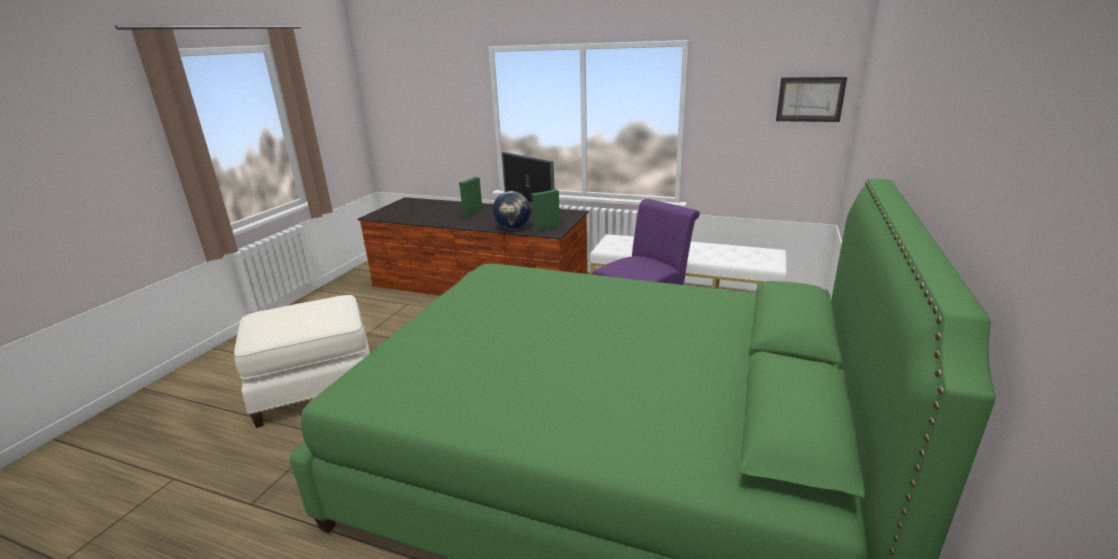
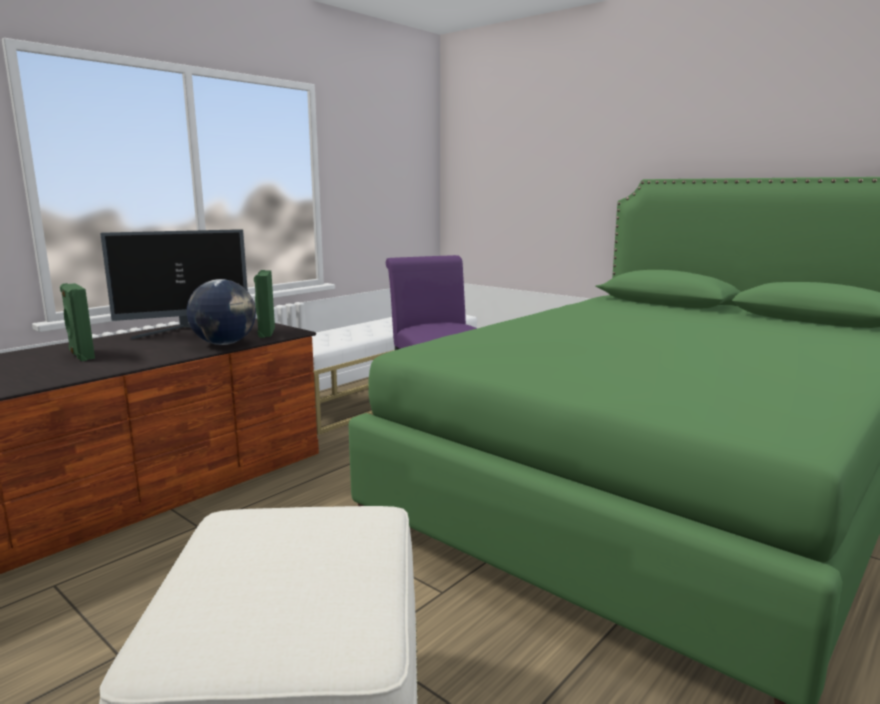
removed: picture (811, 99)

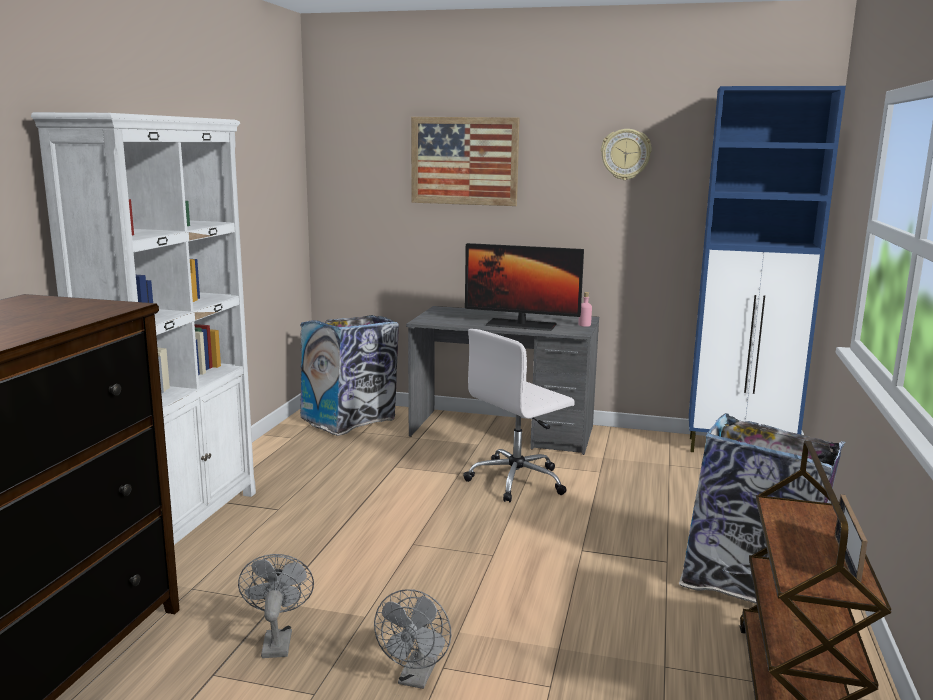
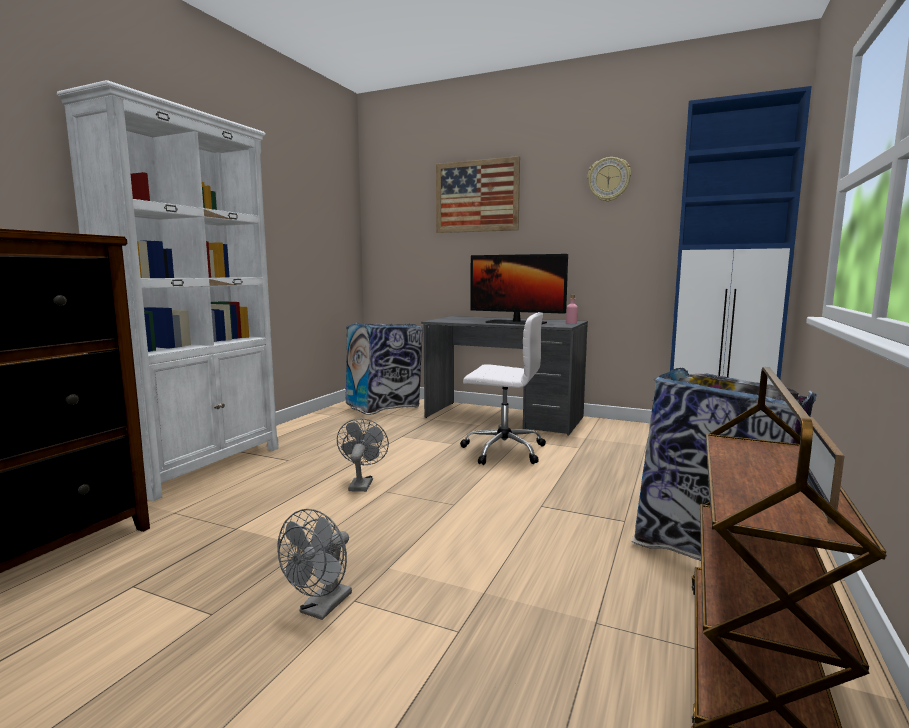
moved: electric fan/gray (276, 606) to (363, 455)
turned: office chair/white-coloured (519, 415) = (503, 388) 135 degrees counterclockwise

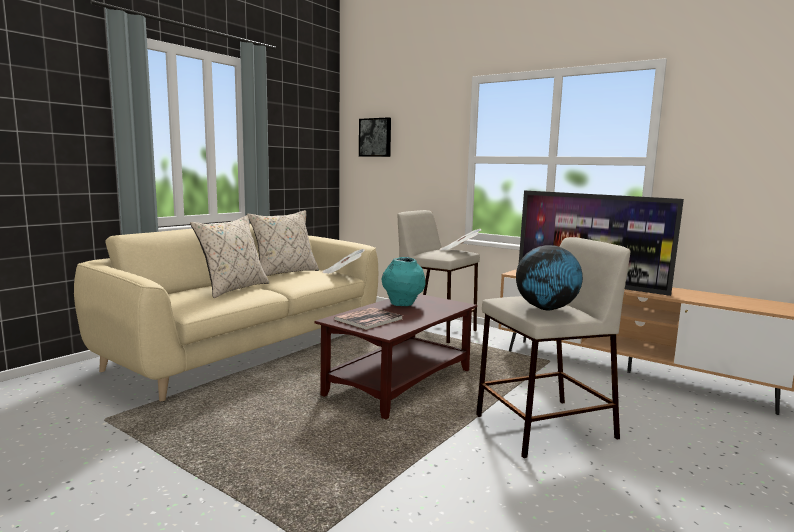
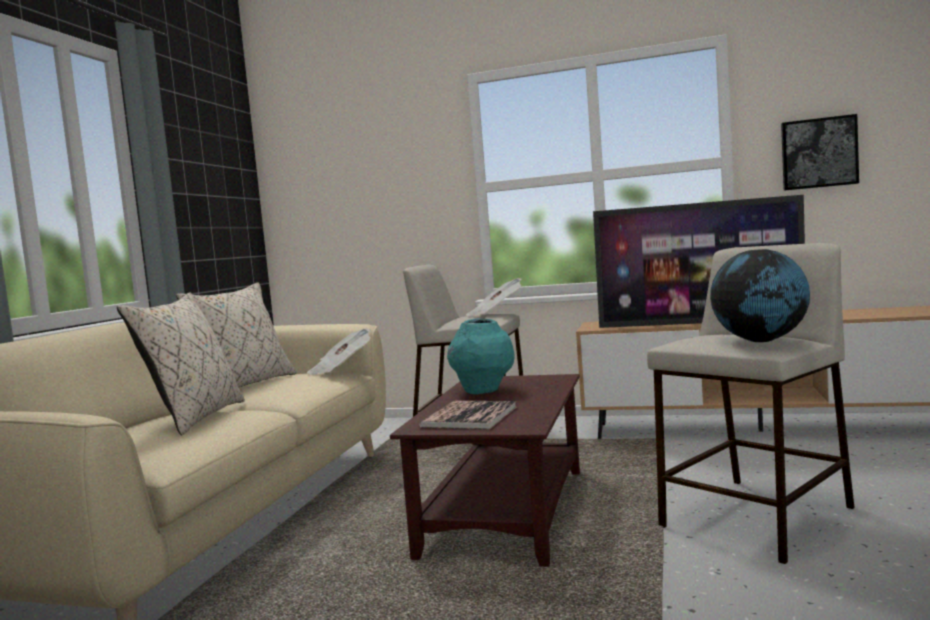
moved: picture (375, 137) to (820, 152)

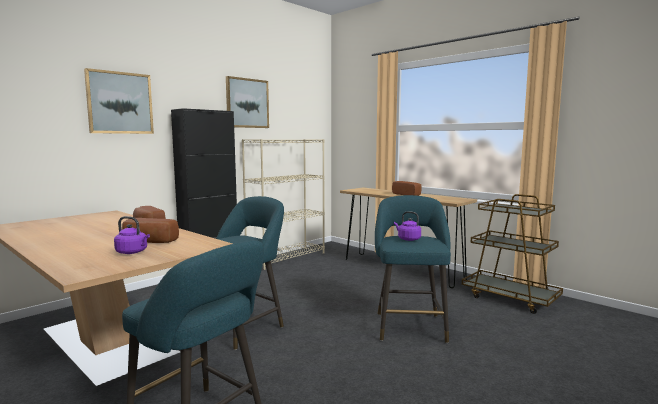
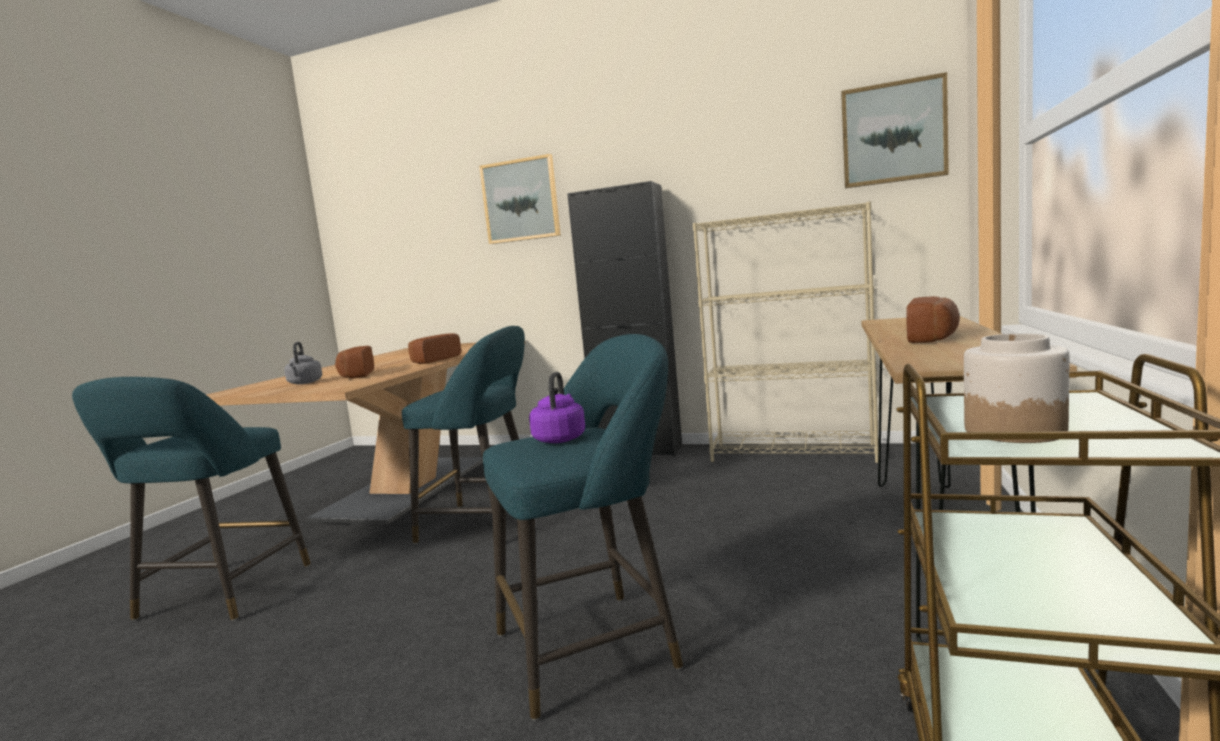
added: storage jar (1016, 388)
moved: picture (247, 102) to (895, 130)
recoloured: kettle/purplish (132, 235) to kettle/gray (303, 363)

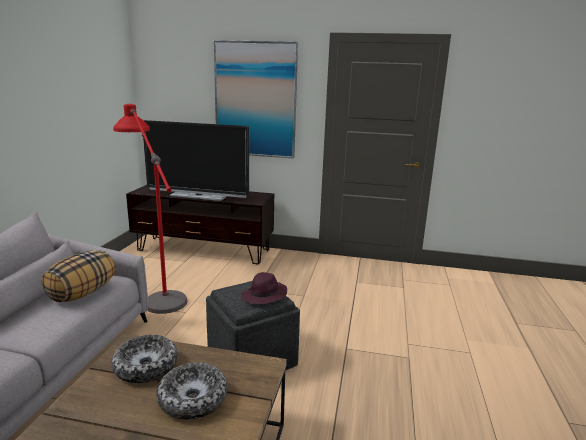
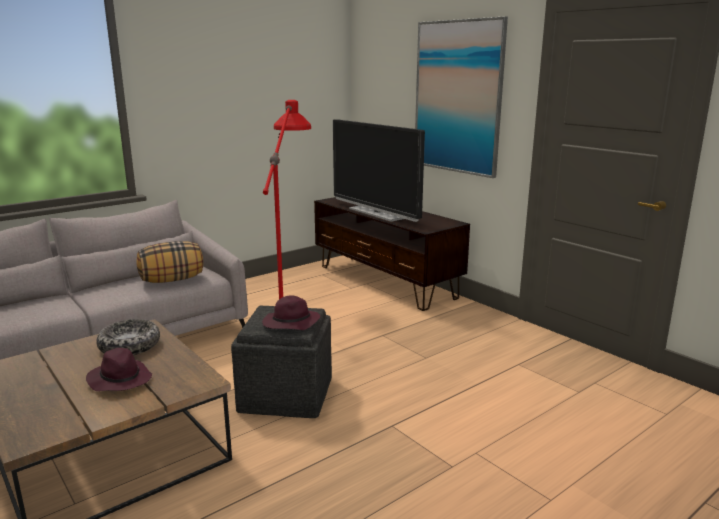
replaced: serving bowl (192, 391) to wearable hat/purplish (119, 369)

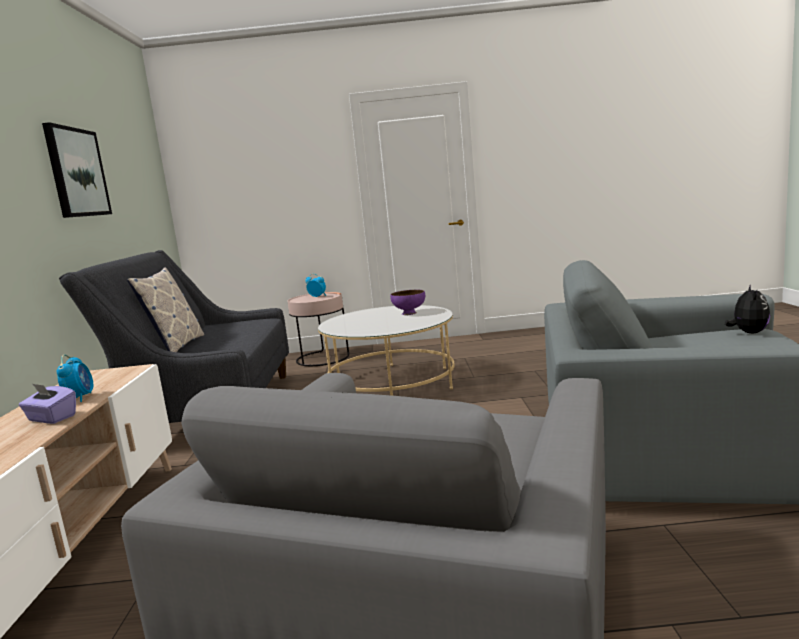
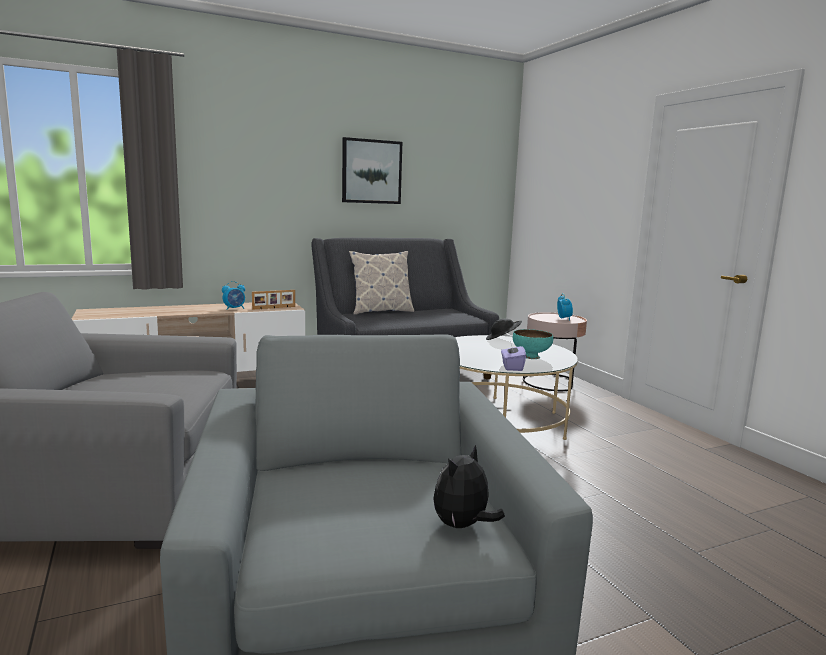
added: photo frame (273, 300); wearable hat/blackish (504, 329)
moved: tissue box/purplish (47, 404) to (513, 356)
recoloured: serving bowl/purplish (407, 302) to serving bowl/turquoise-coloured (533, 344)
turned: soft toy (747, 308) = (469, 486) 135 degrees clockwise

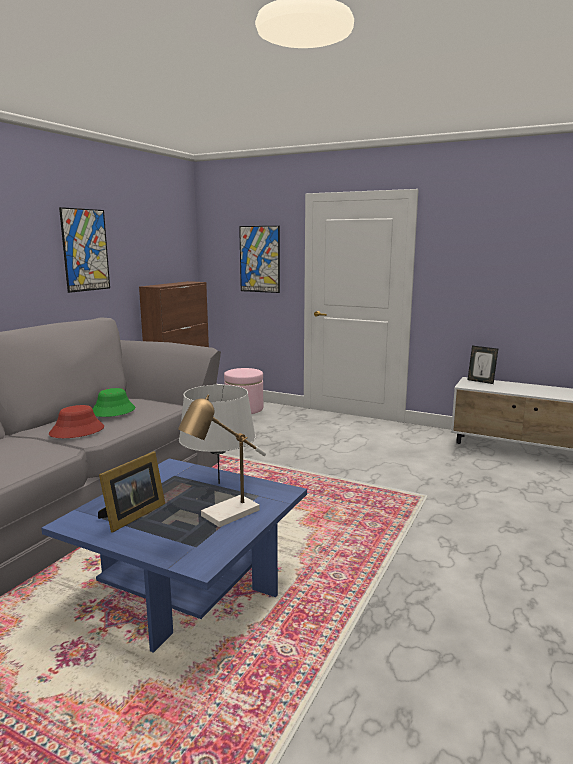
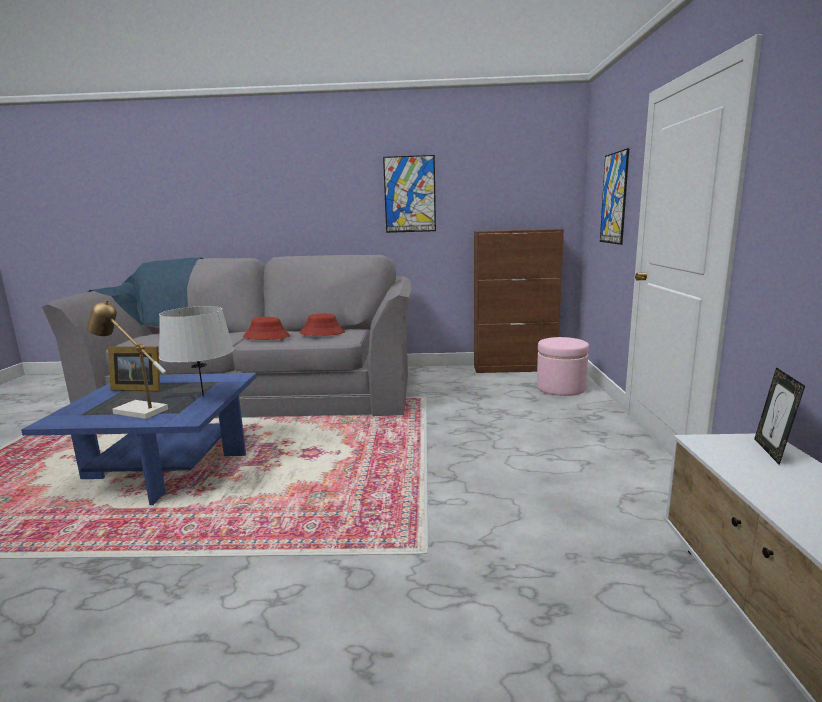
recoloured: wearable hat/green-coloured (114, 402) to wearable hat/red-coloured (322, 325)

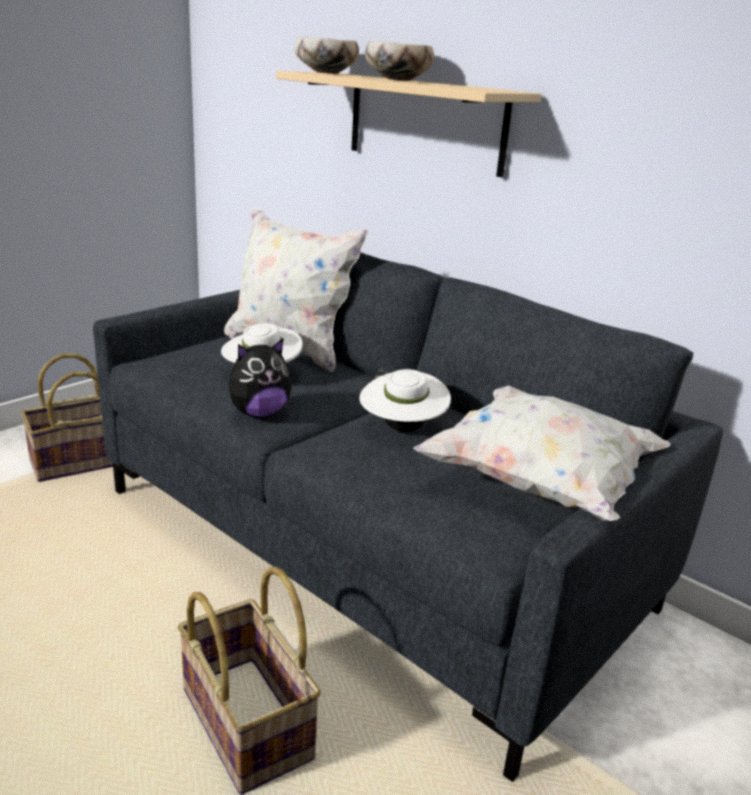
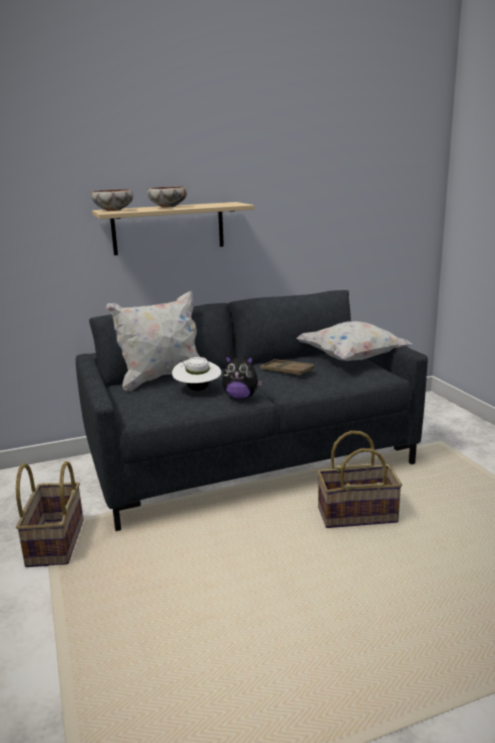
replaced: wearable hat/white-coloured (405, 400) to carrying tray/brownish (287, 367)
turned: soft toy (260, 378) = (242, 377) 105 degrees clockwise

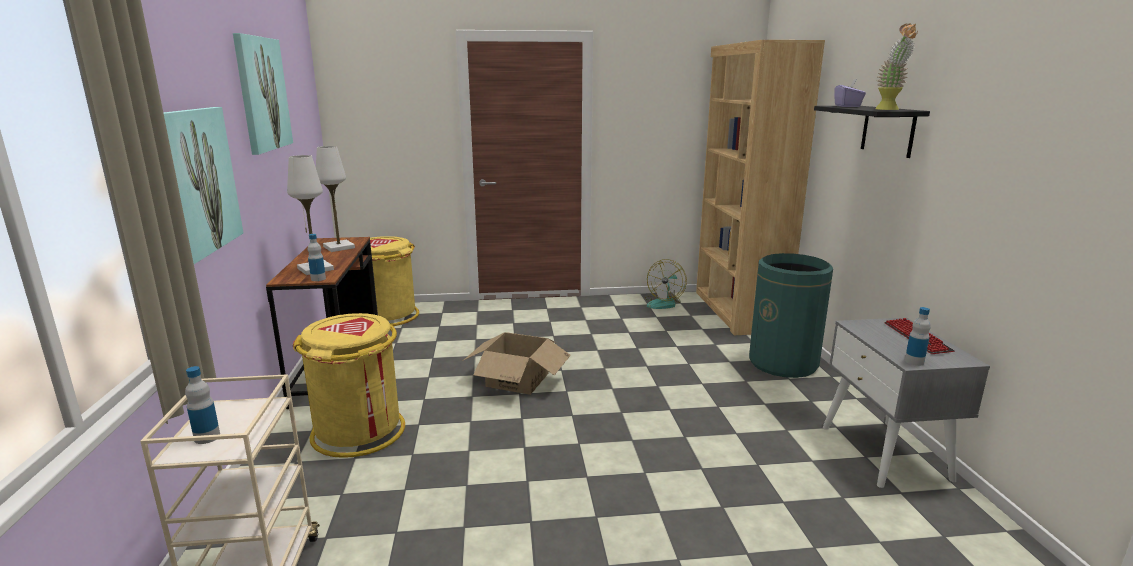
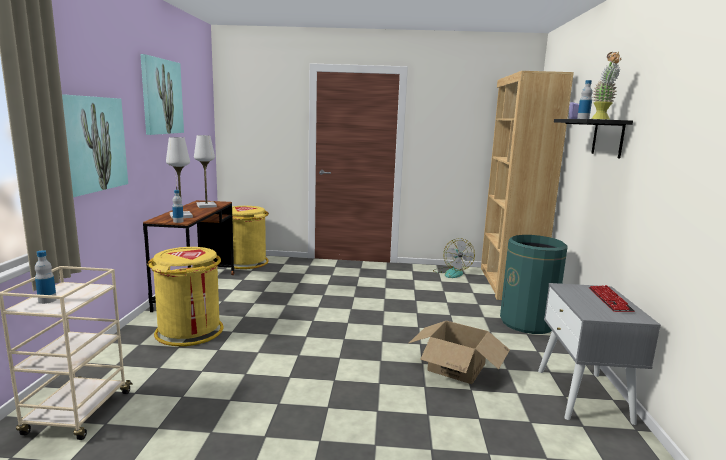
moved: packing box (517, 363) to (459, 352); beverage bottle (918, 336) to (585, 99)
turned: electric fan (666, 284) = (454, 258) 45 degrees counterclockwise

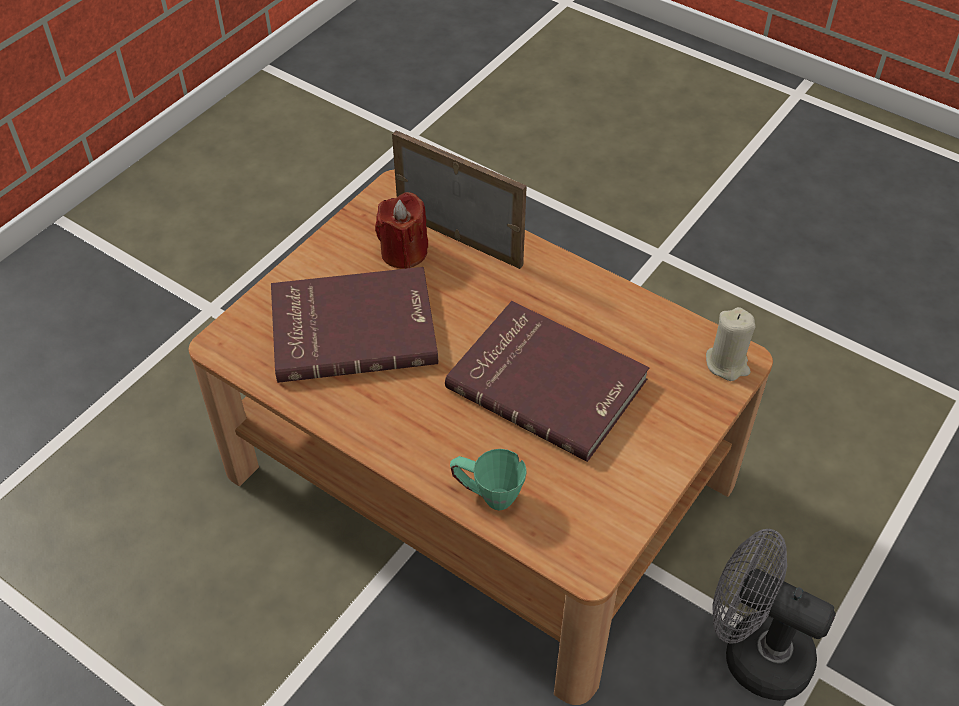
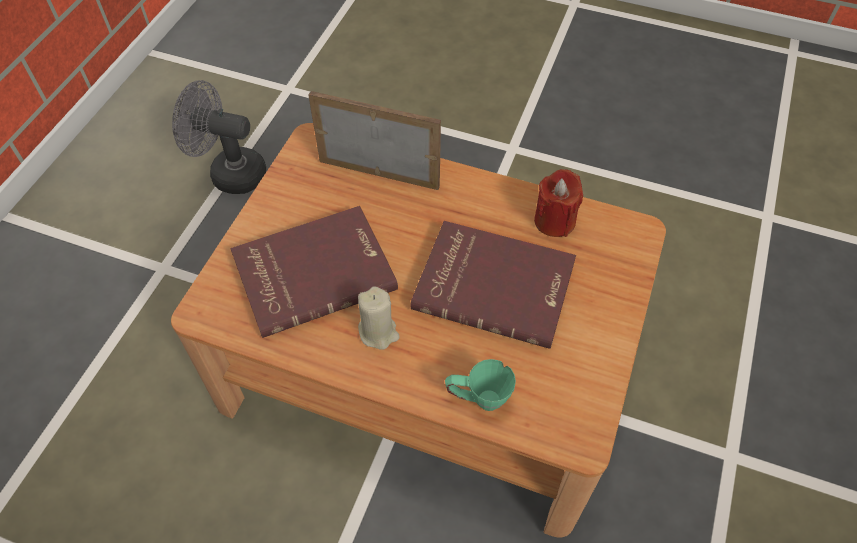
moved: wax candle/red-coloured (401, 230) to (558, 203); wax candle/sand-coloured (731, 344) to (379, 318); electric fan/gray (774, 615) to (219, 137)

